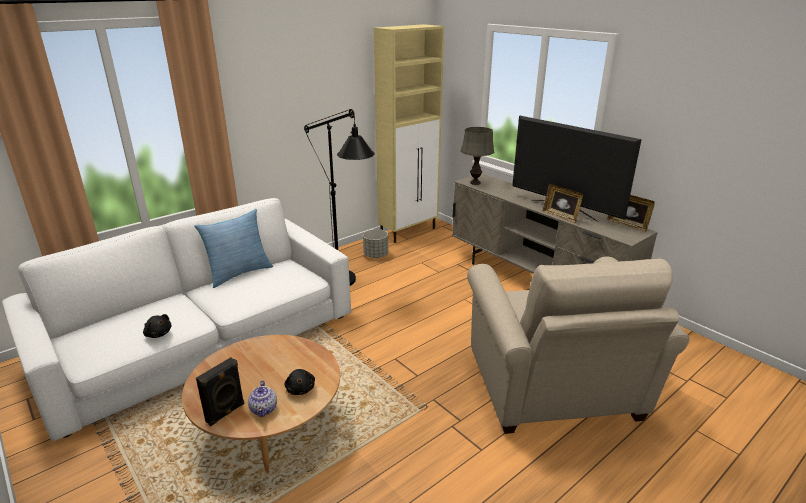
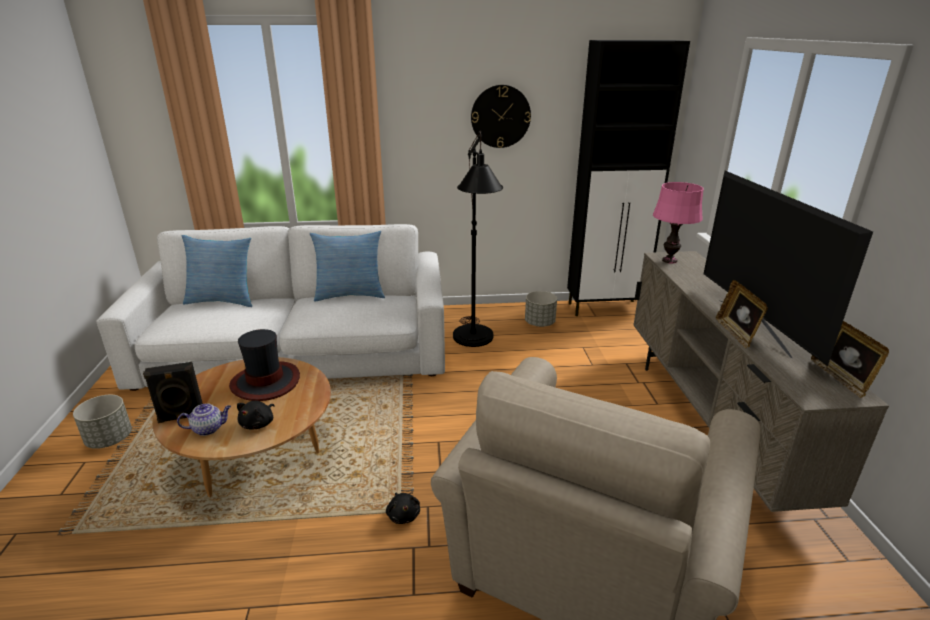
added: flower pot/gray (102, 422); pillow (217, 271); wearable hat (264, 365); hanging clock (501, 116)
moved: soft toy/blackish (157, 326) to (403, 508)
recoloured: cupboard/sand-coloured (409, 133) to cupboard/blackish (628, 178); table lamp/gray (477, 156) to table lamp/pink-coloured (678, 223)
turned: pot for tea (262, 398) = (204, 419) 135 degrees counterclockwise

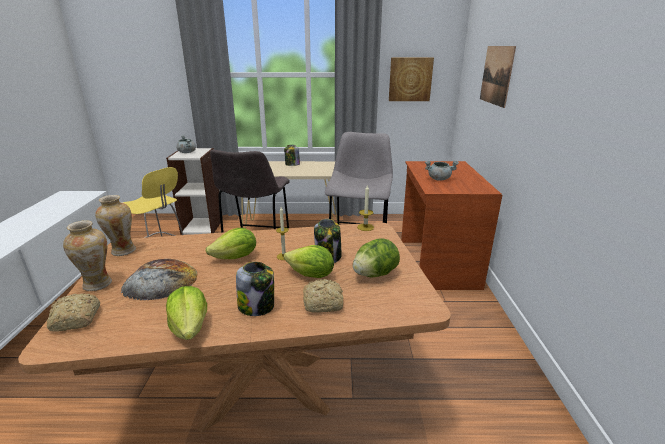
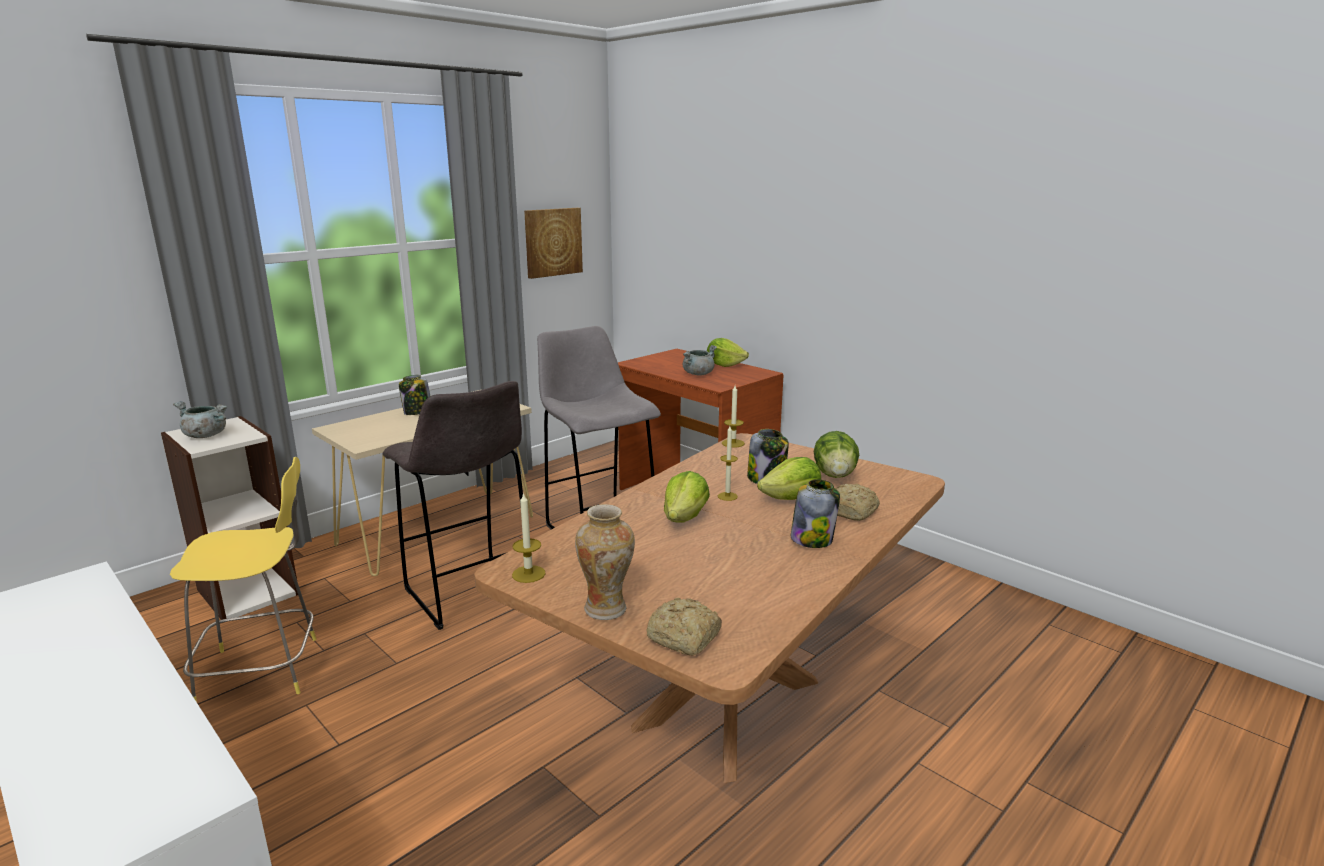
removed: bread (159, 279); picture (498, 77)
moved: lettuce head (186, 313) to (728, 352)
replaced: decorative vase (115, 225) to wax candle (528, 537)

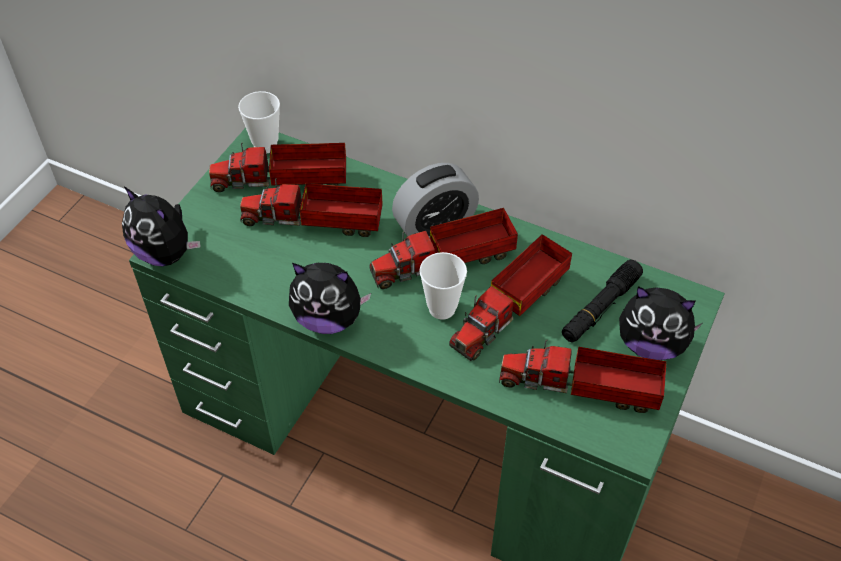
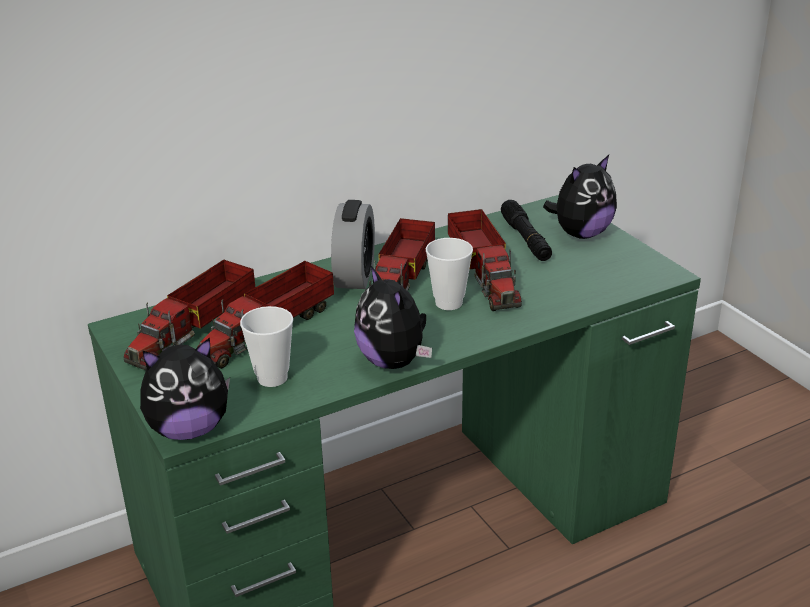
removed: model truck (583, 376)
moved: drinking cup (259, 122) to (266, 346)
turned: soft toy (330, 298) = (393, 317) 105 degrees clockwise

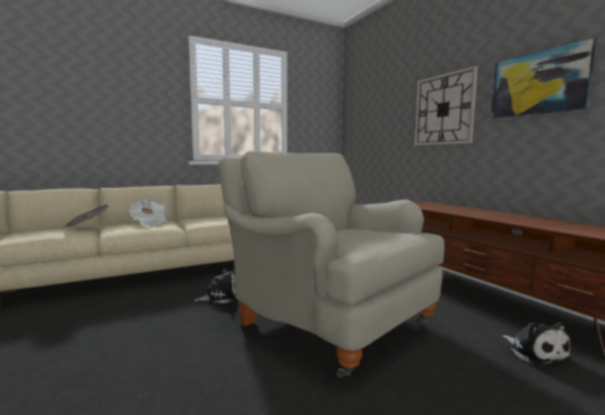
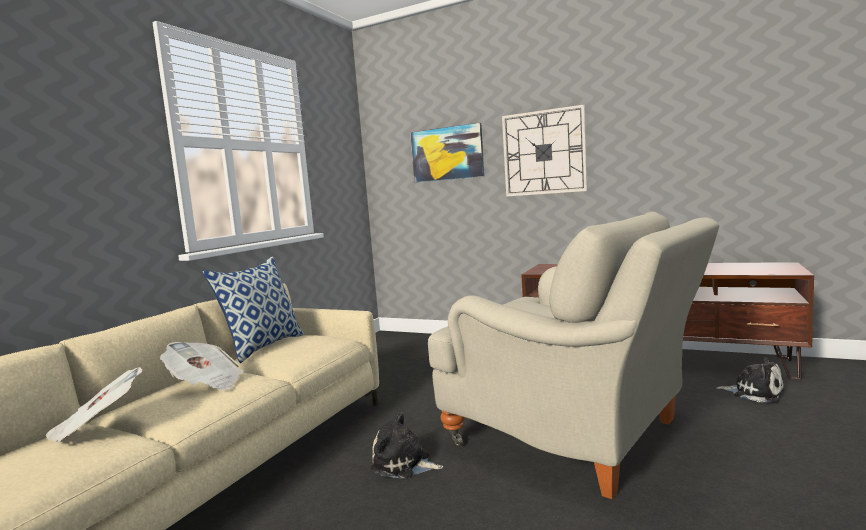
added: pillow (253, 309)
moved: picture (543, 78) to (447, 152)
turned: soft toy (215, 286) = (407, 446) 105 degrees counterclockwise; lounge chair/sand-coloured (331, 264) = (573, 355) 150 degrees counterclockwise

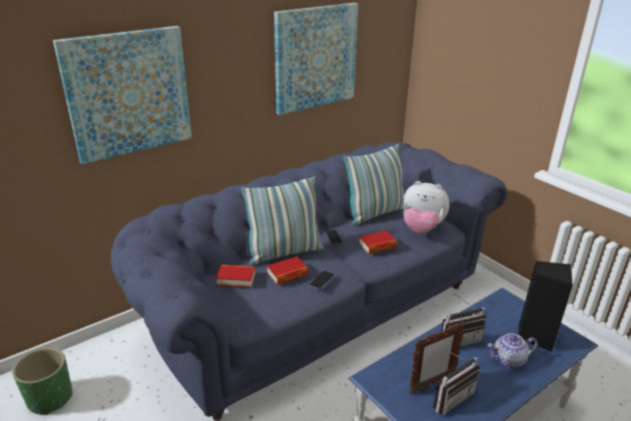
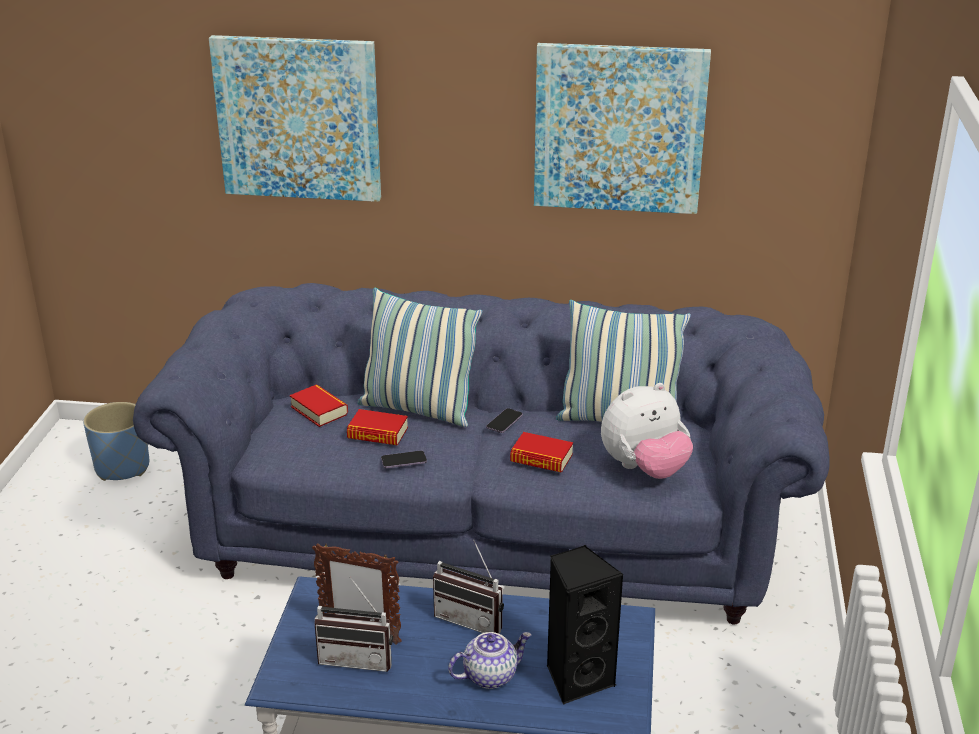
recoloured: flower pot/green-coloured (42, 381) to flower pot/blue (116, 441)
turned: soft toy (425, 207) = (647, 431) 90 degrees counterclockwise; pot for tea (512, 350) = (490, 660) 120 degrees clockwise

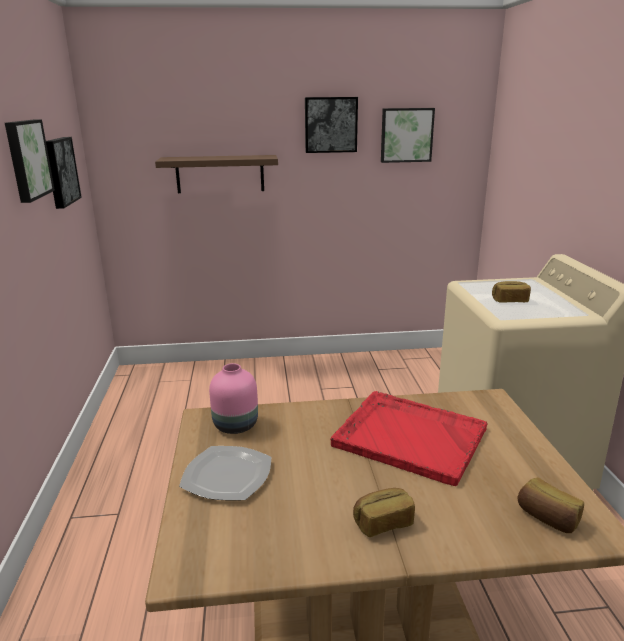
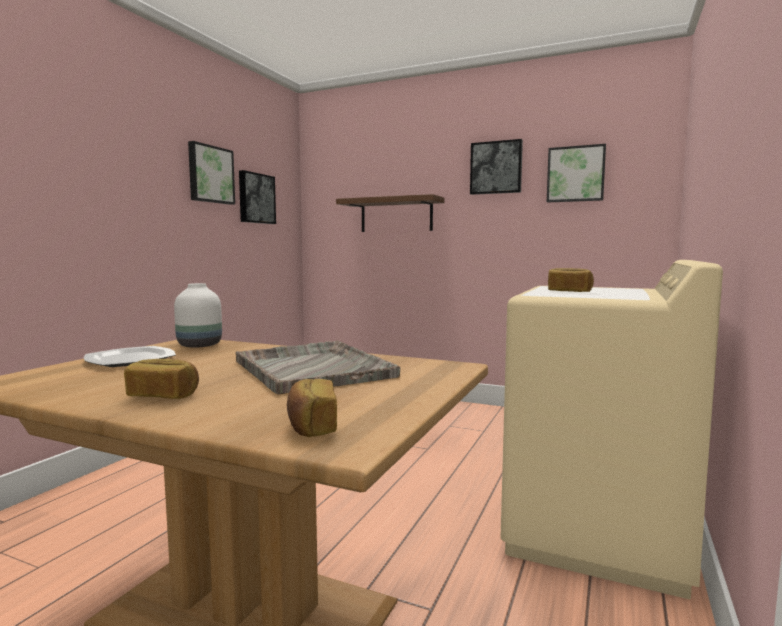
recoloured: decorative vase/pink-coloured (233, 398) to decorative vase/white-coloured (198, 315); carrying tray/red-coloured (409, 438) to carrying tray/gray (318, 367)

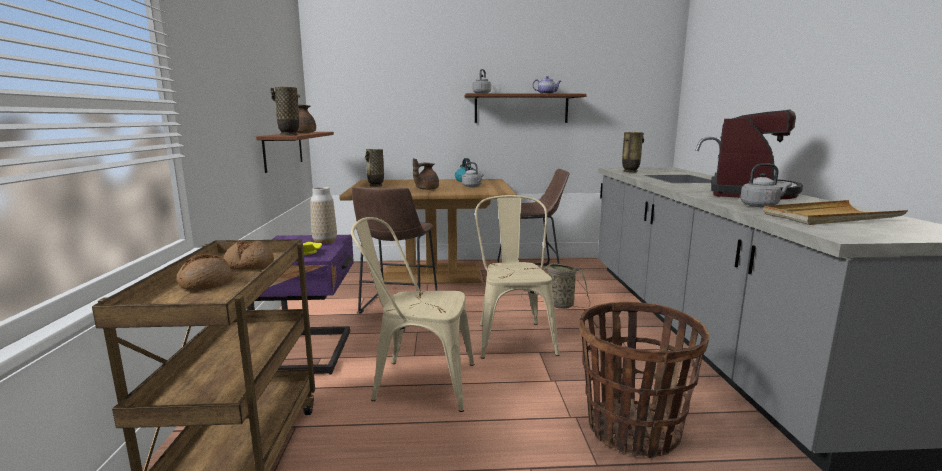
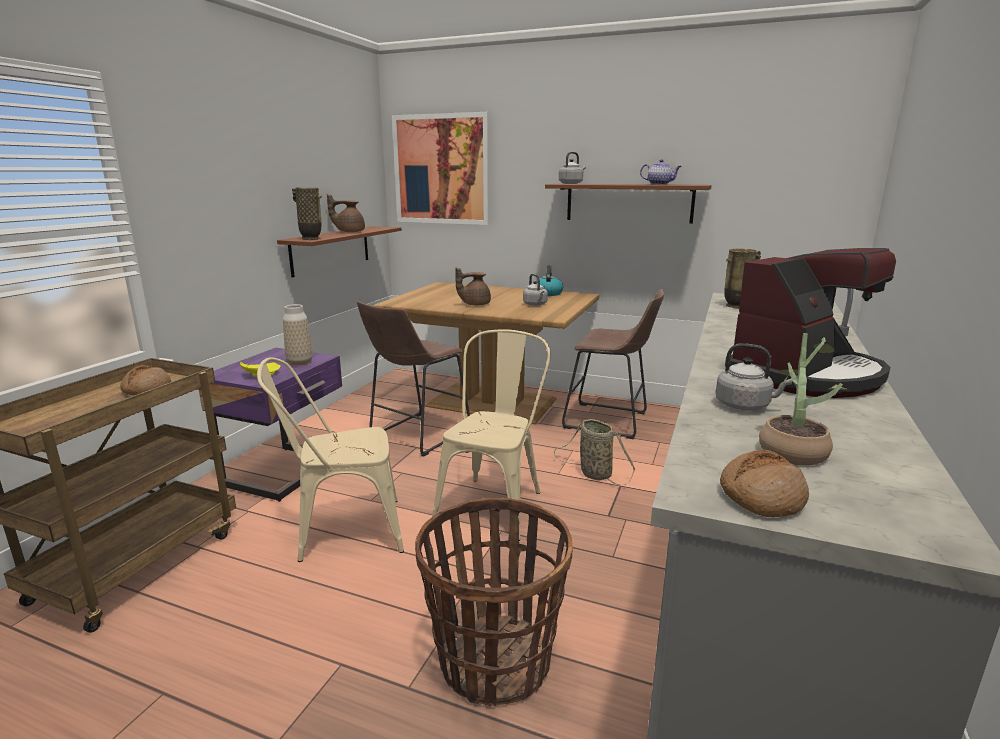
removed: decorative vase (374, 168)
added: picture (441, 168)
moved: bread (204, 272) to (764, 483)
replaced: carrying tray/sand-coloured (836, 212) to potted plant (803, 399)
turned: chair/sand-coloured (413, 314) = (330, 459) 45 degrees counterclockwise

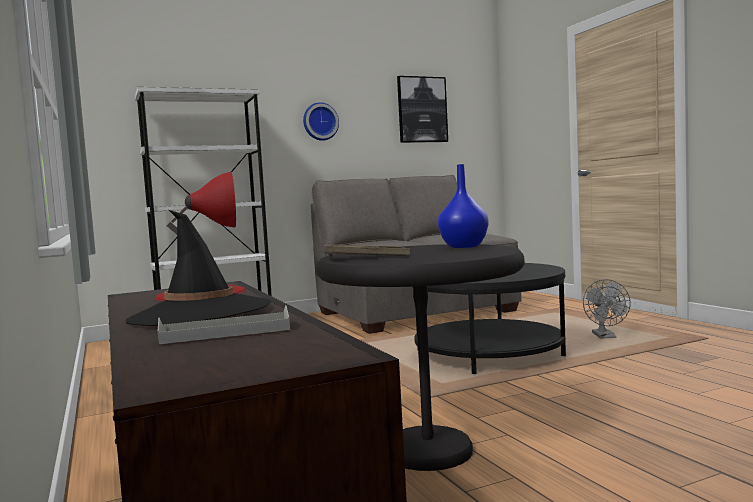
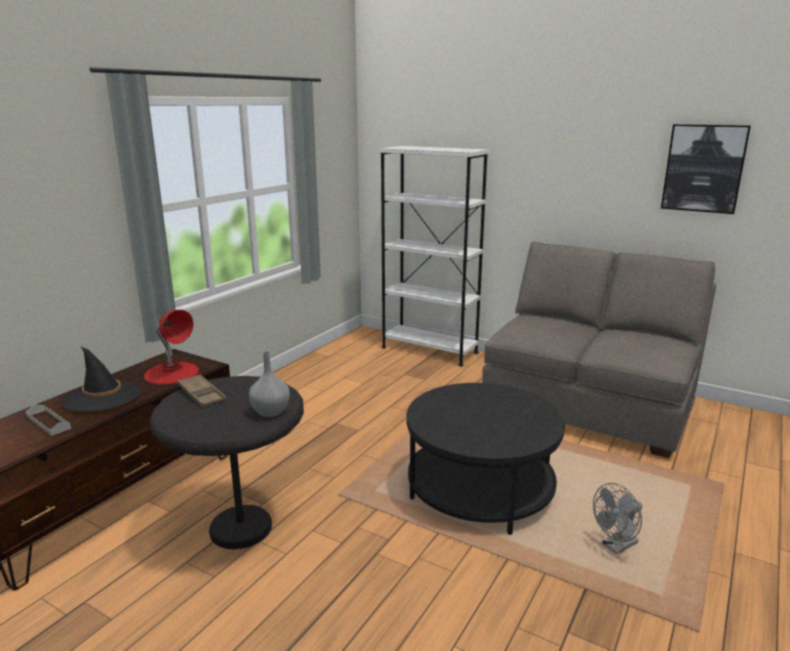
removed: hanging clock (321, 121)
recoloured: decorative vase/blue (463, 206) to decorative vase/gray (269, 384)

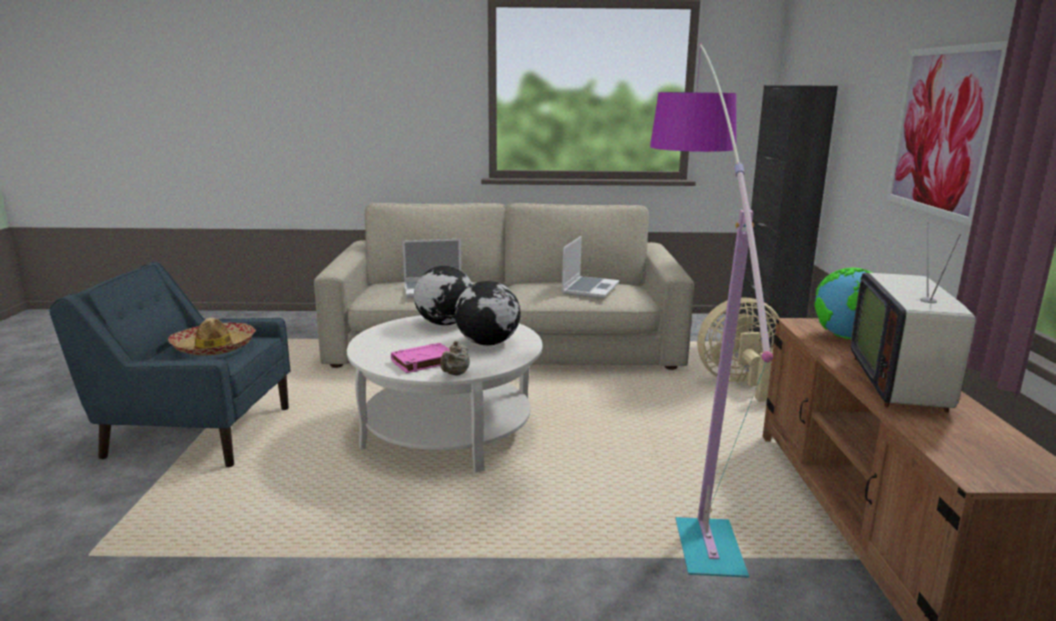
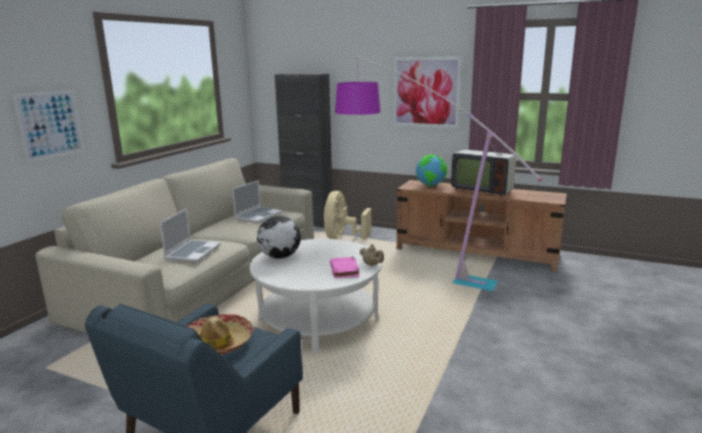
removed: globe (488, 313)
added: picture (48, 126)
turned: portable computer (590, 267) = (257, 201) 75 degrees clockwise

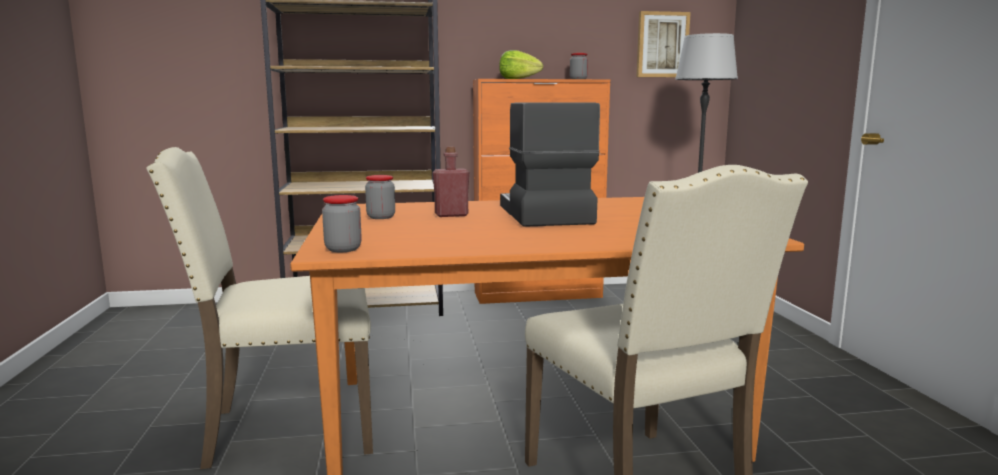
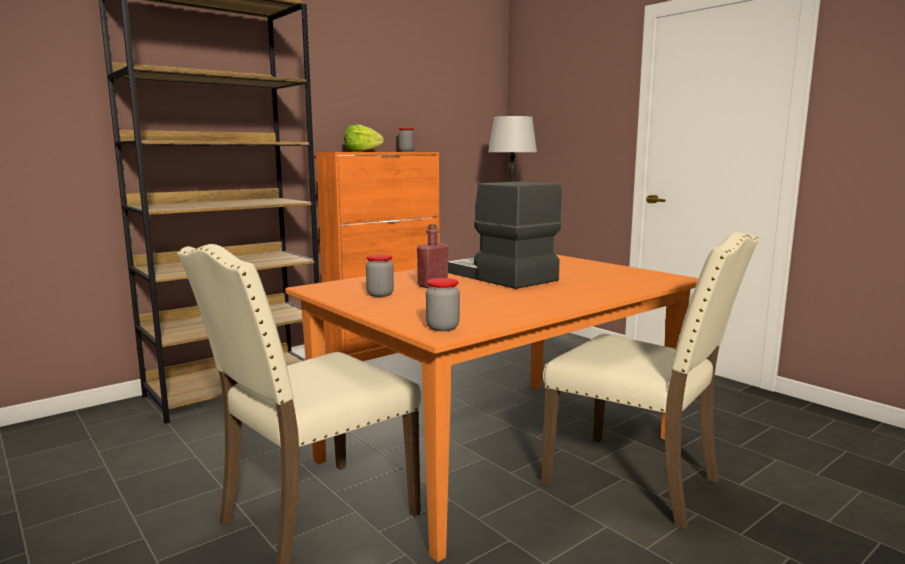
removed: picture (663, 44)

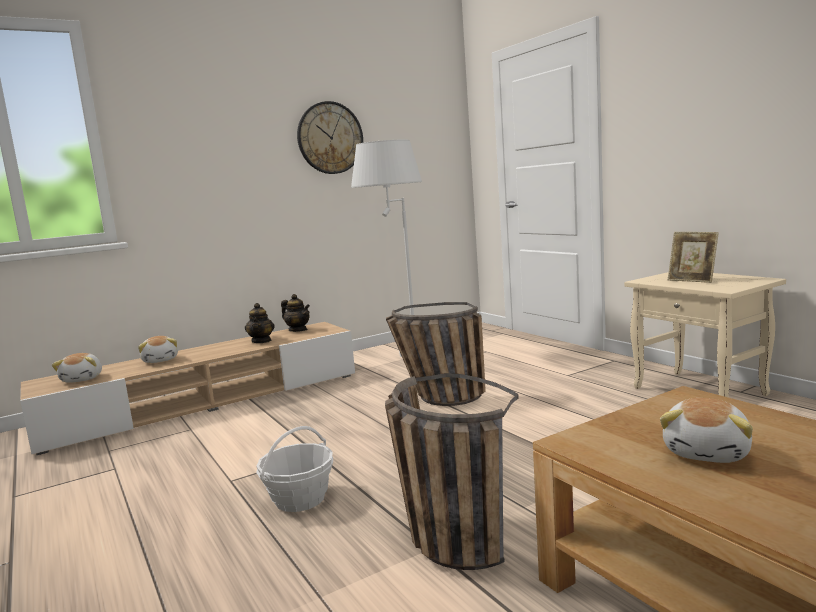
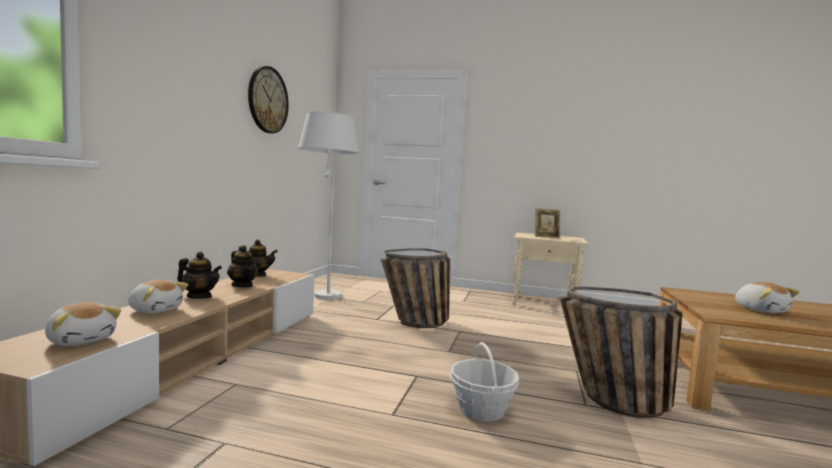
added: pot for tea (199, 275)

